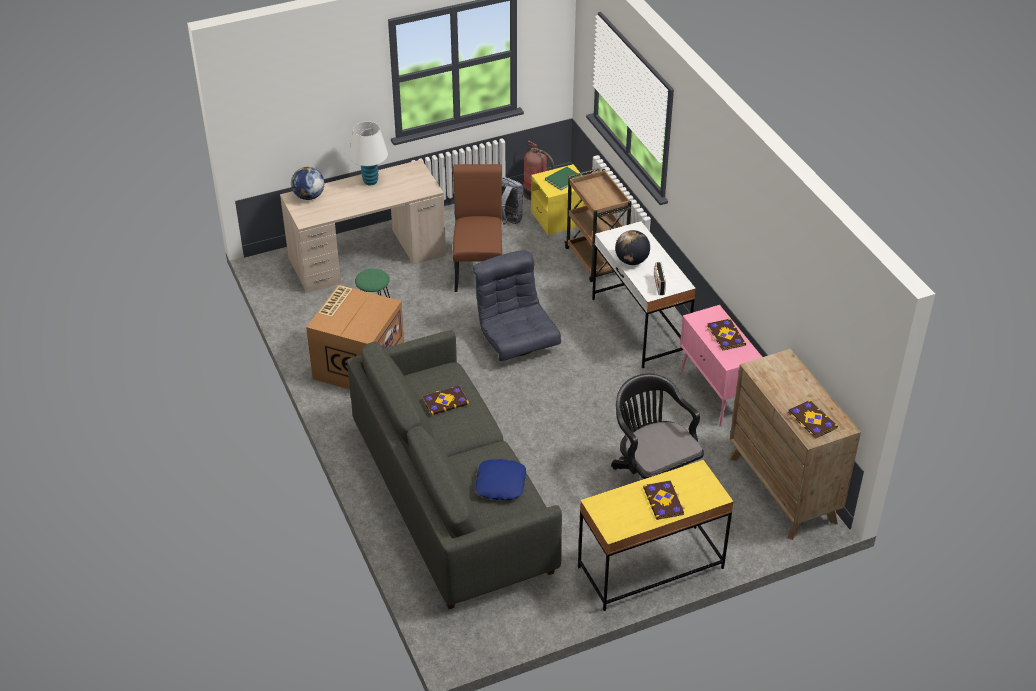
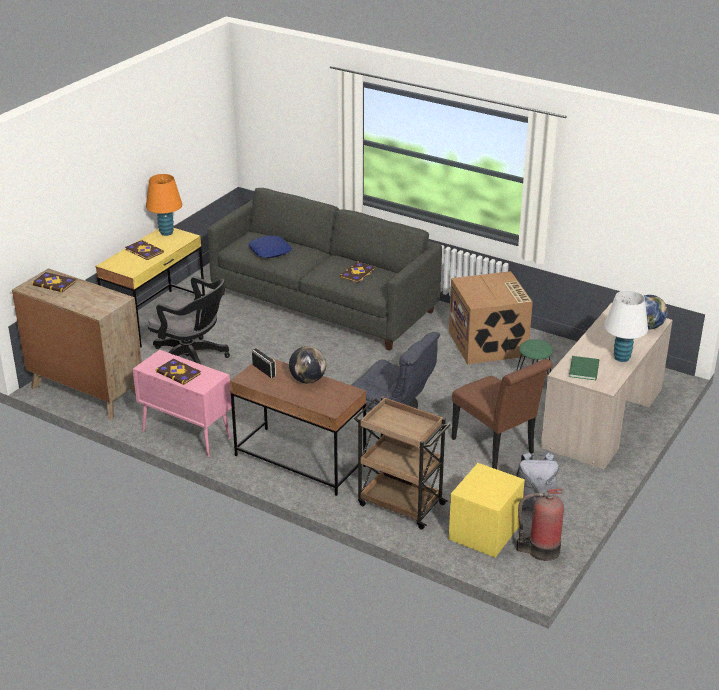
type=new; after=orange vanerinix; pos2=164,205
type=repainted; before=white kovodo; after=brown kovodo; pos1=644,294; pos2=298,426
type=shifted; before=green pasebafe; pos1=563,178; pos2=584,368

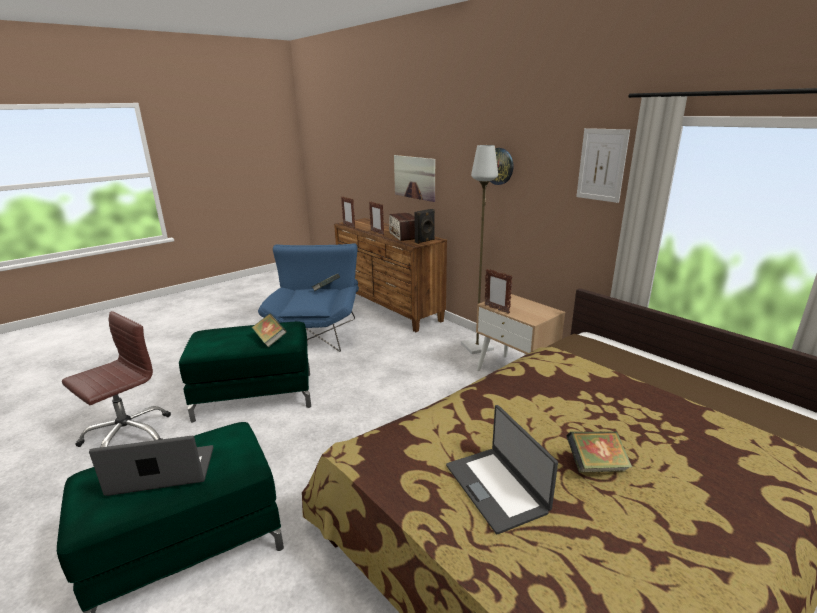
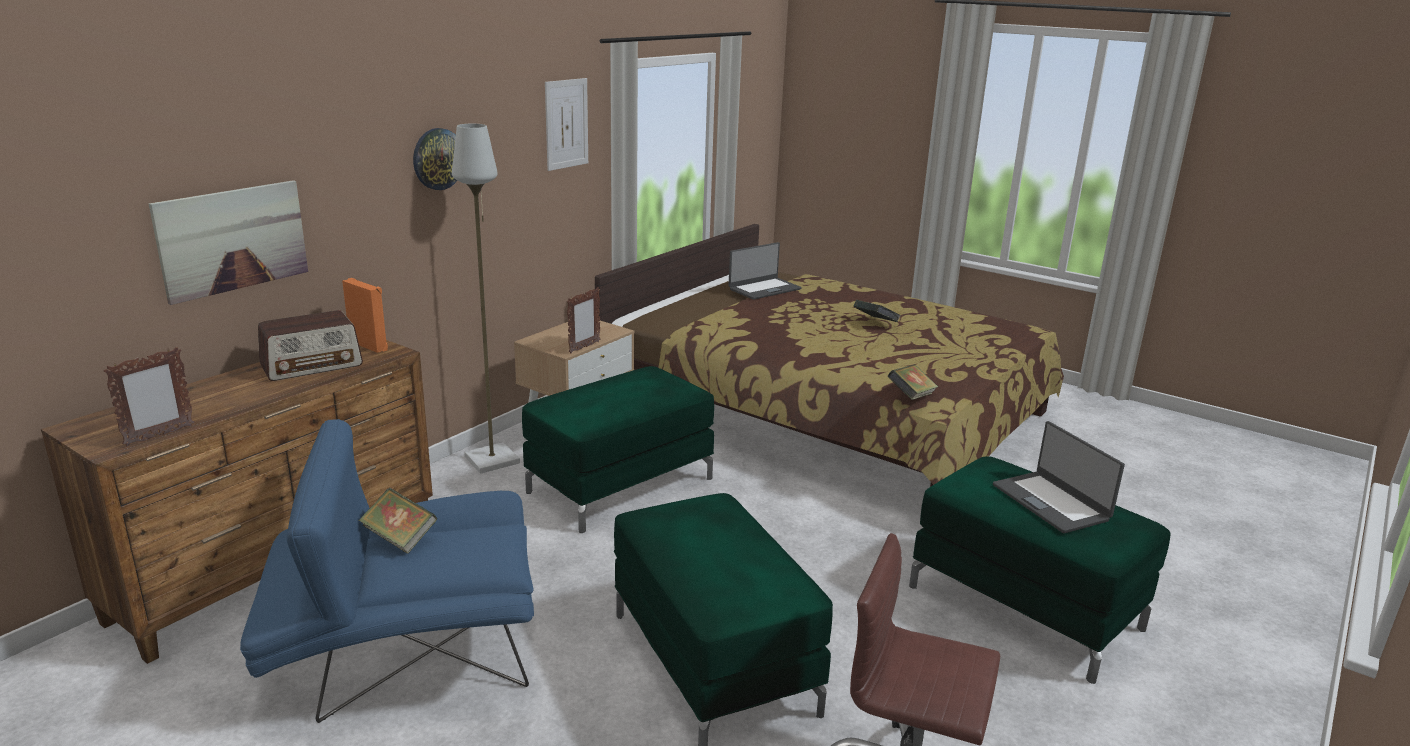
type=repainted; before=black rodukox; after=orange rodukox; pos1=424,226; pos2=365,315
type=new; after=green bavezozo; pos2=618,449
type=shifted; before=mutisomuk; pos1=502,469; pos2=765,271
type=shifted; before=pasebafe; pos1=269,330; pos2=913,382
type=gone; before=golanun; pos1=376,218

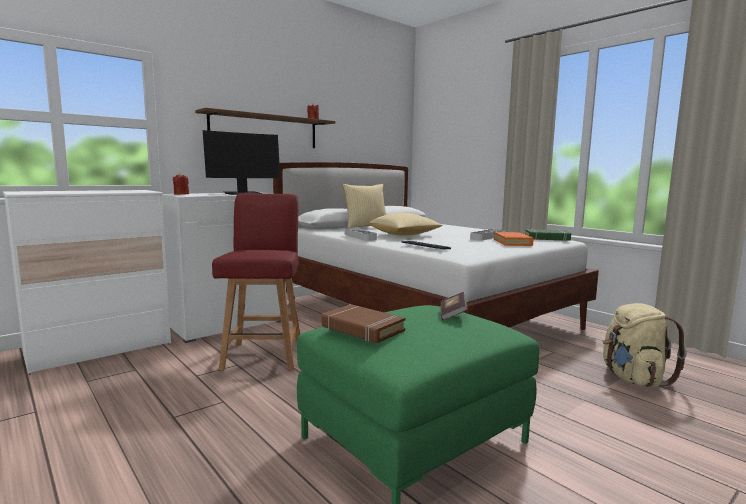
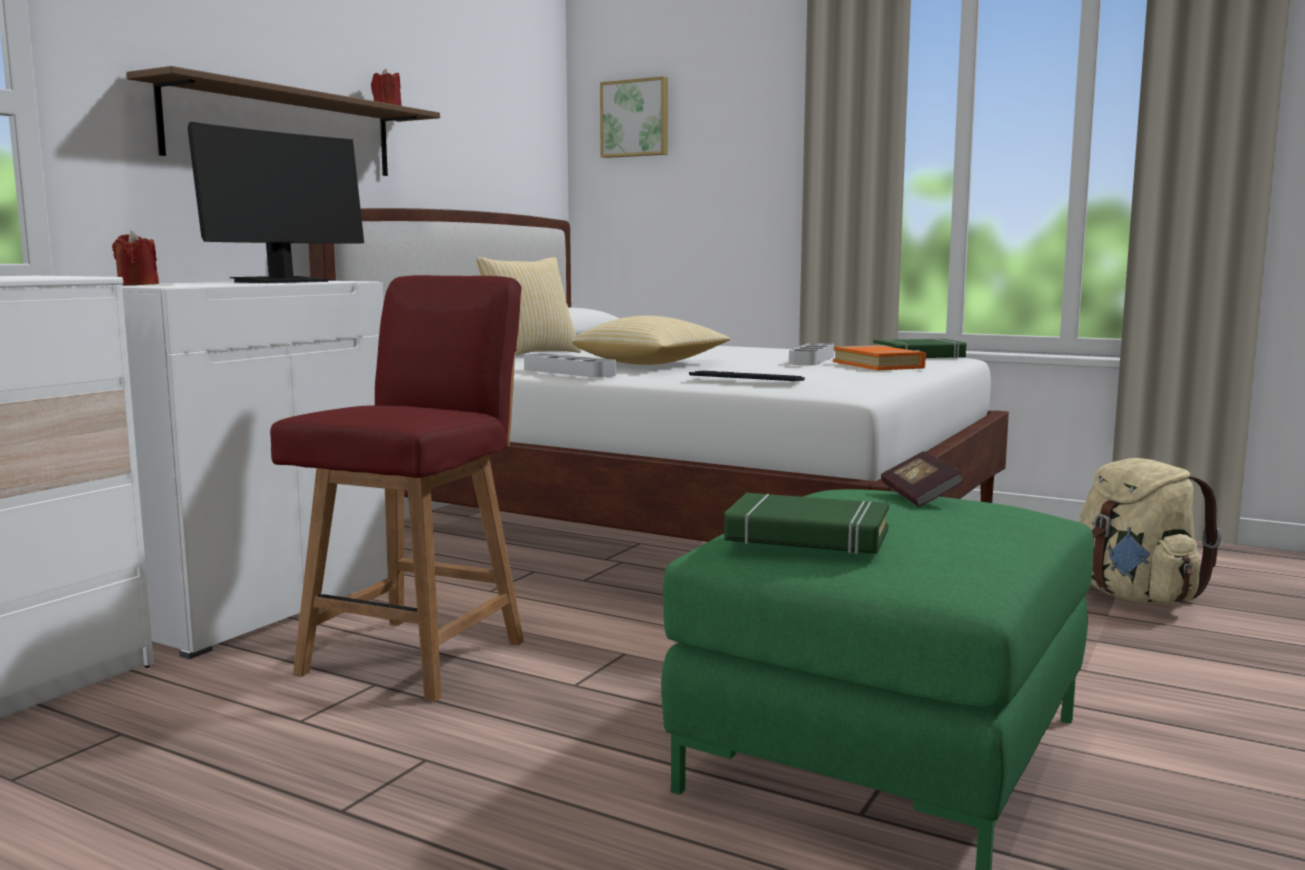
type=rotated; before=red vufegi; pos1=256,282; pos2=397,488; turn=45
type=new; after=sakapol; pos2=634,117
type=repainted; before=brown pasebafe; after=green pasebafe; pos1=363,323; pos2=806,523

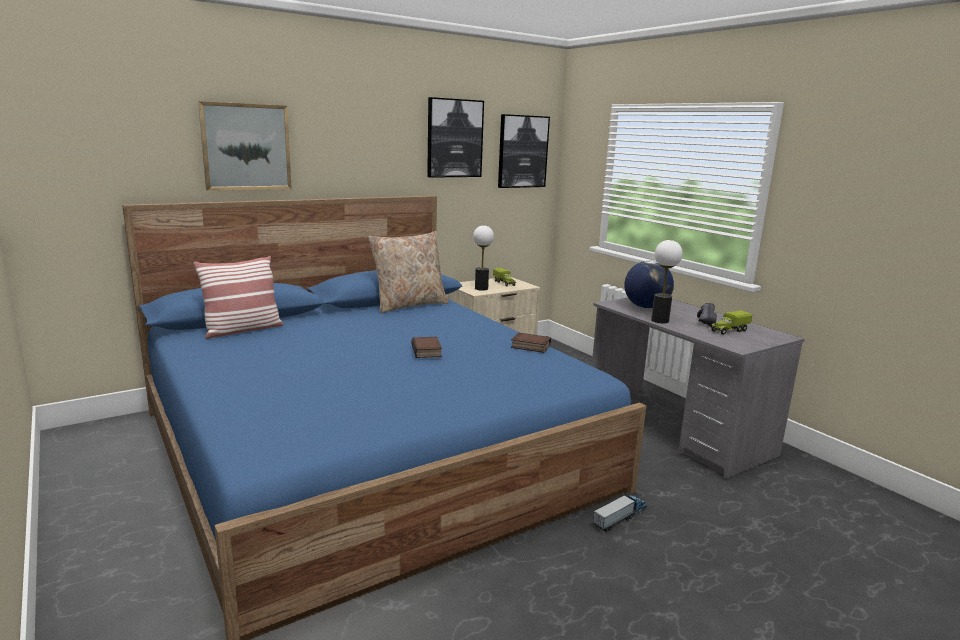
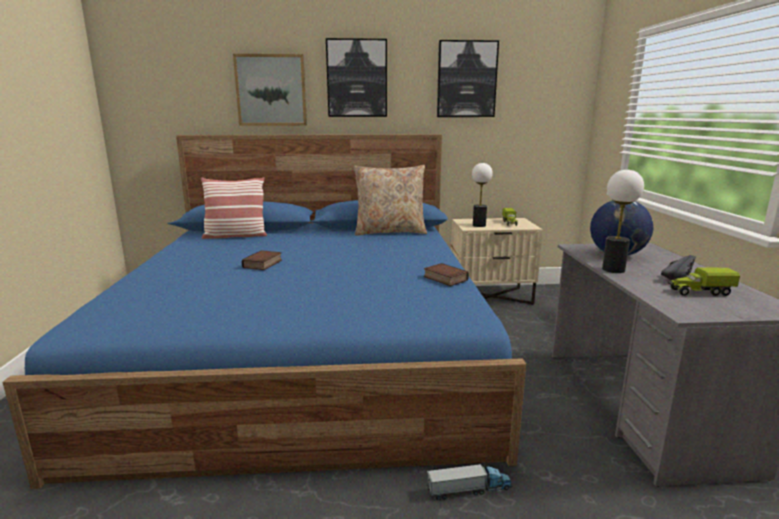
type=shifted; before=pasebafe; pos1=427,347; pos2=262,260
type=shifted; before=sakapol; pos1=524,151; pos2=356,77

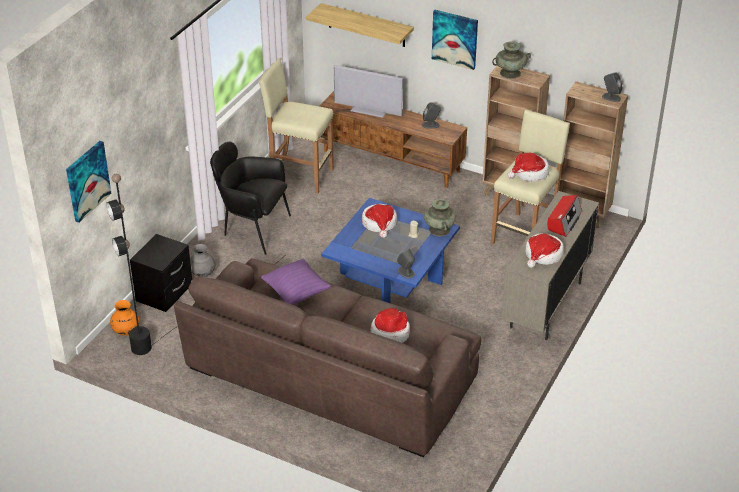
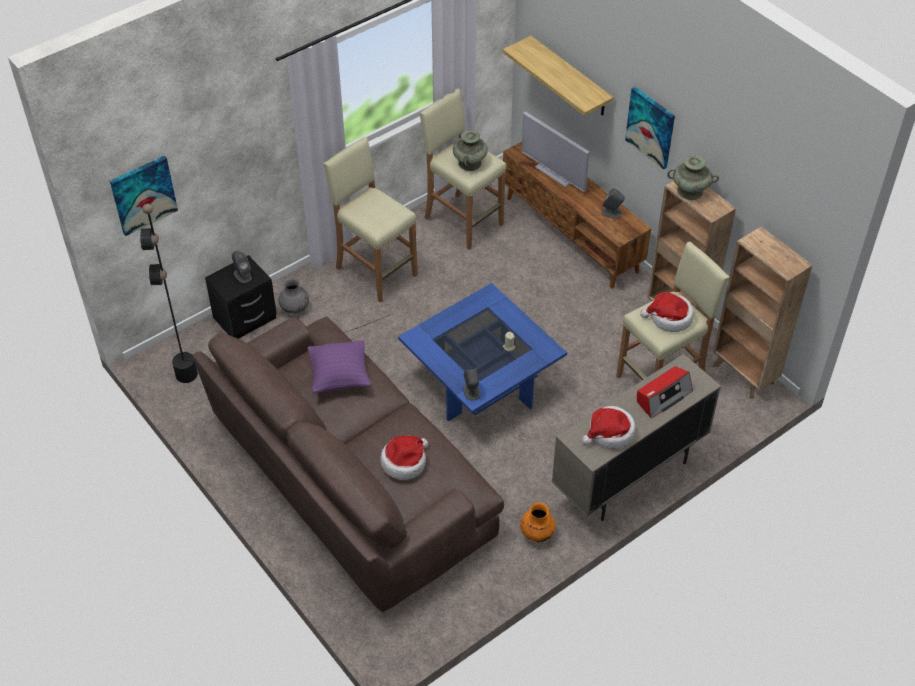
type=shifted; before=grey rodukox; pos1=612,87; pos2=242,267
type=swapped; before=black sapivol; after=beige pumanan; pos1=250,198; pos2=370,219
type=shifted; before=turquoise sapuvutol; pos1=440,217; pos2=470,150
type=shifted; before=orange sapuvutol; pos1=125,318; pos2=537,522
type=gone; before=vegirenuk; pos1=379,221

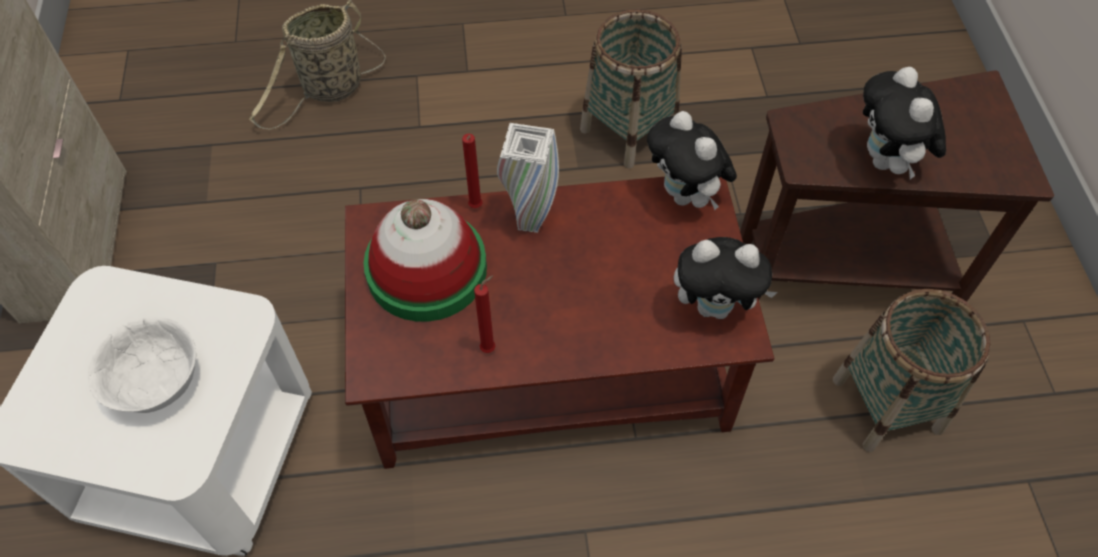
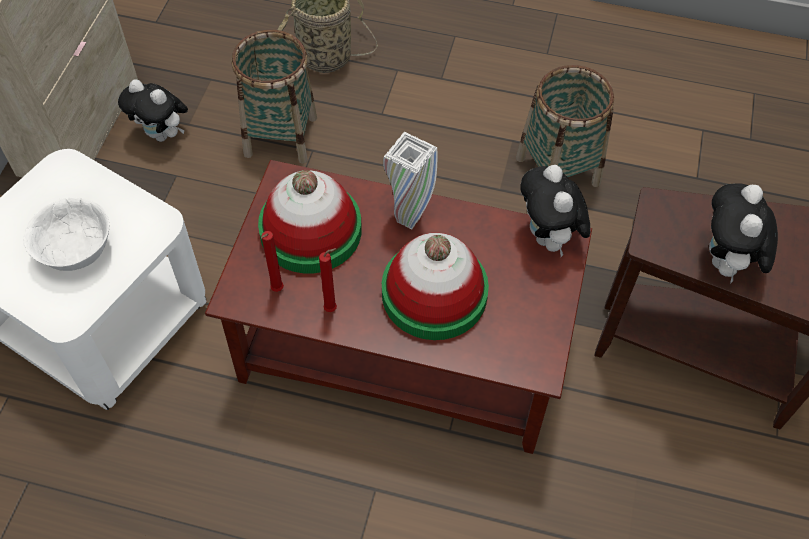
type=shifted; before=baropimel; pos1=726,278; pos2=153,110
type=shifted; before=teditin; pos1=911,370; pos2=274,97
type=shifted; before=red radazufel; pos1=472,171; pos2=272,261
type=new; after=vegirenuk; pos2=435,286

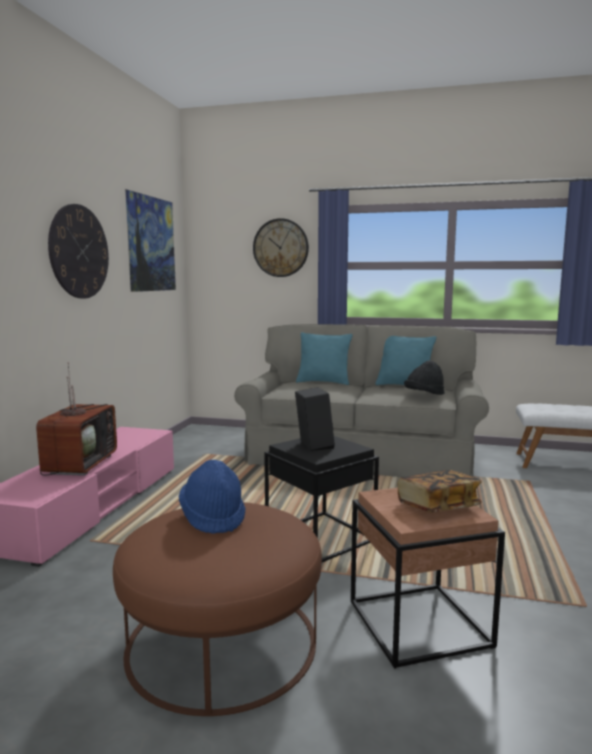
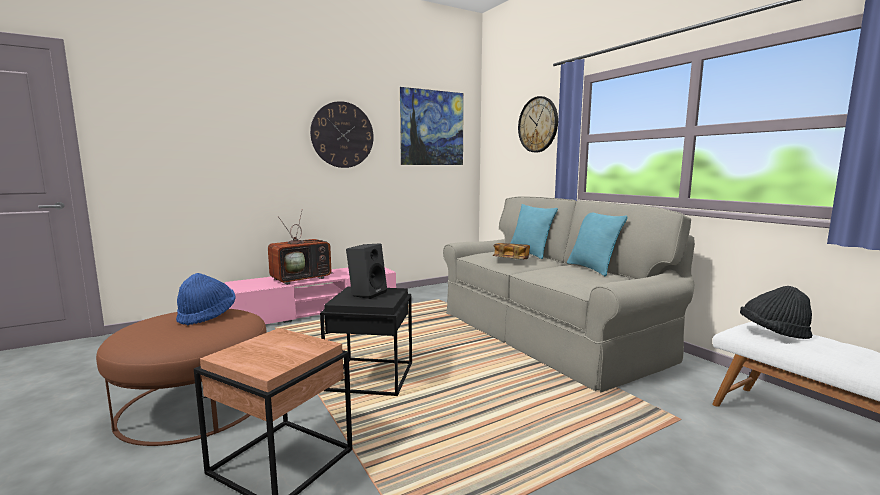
type=shifted; before=pasebafe; pos1=439,491; pos2=511,251
type=shifted; before=black vegirenuk; pos1=424,377; pos2=776,312

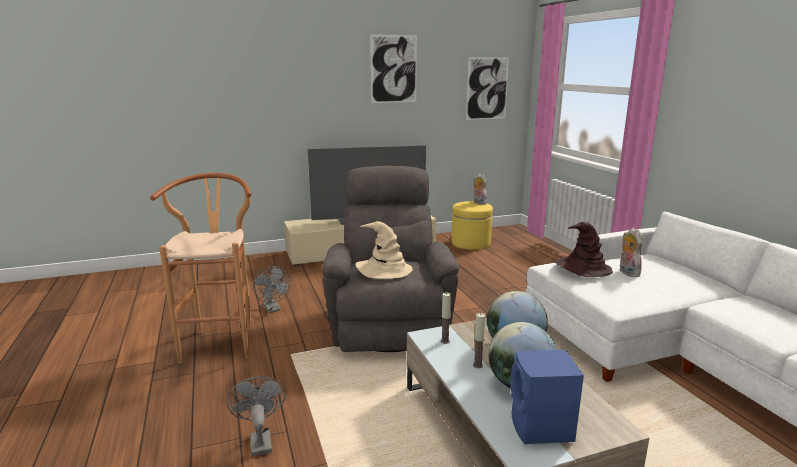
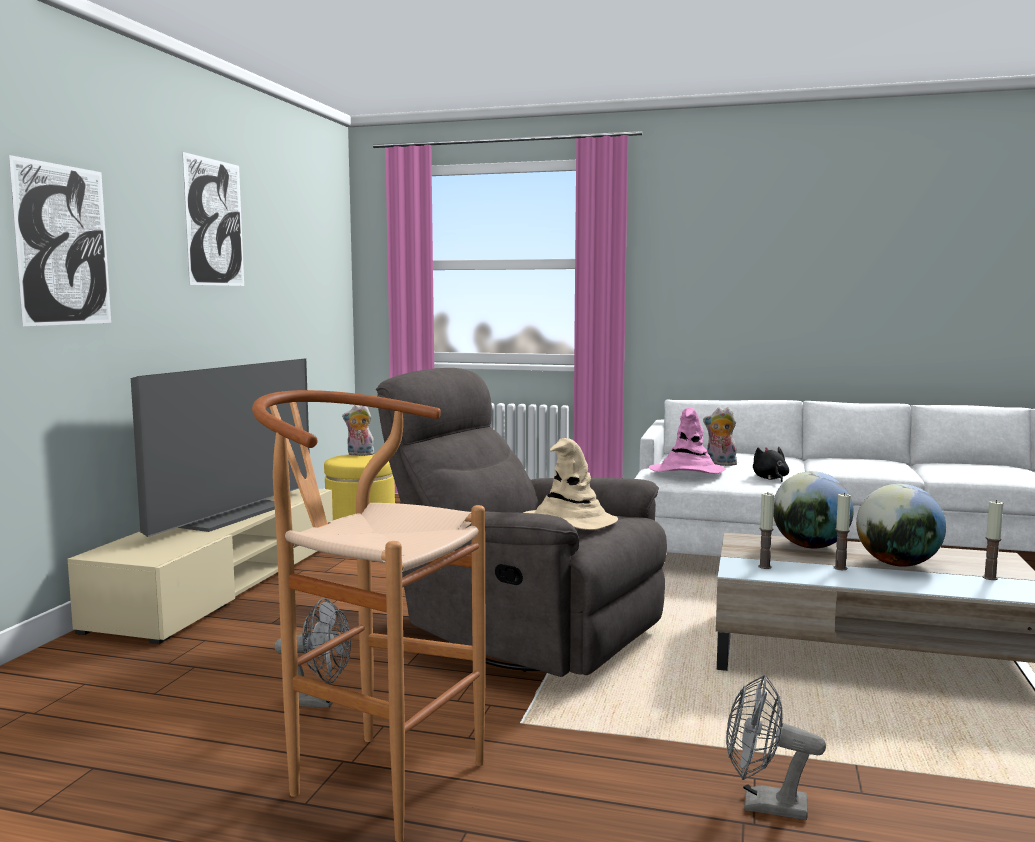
type=shifted; before=sakapol; pos1=487,88; pos2=60,240
type=repainted; before=brown vegirenuk; after=pink vegirenuk; pos1=584,249; pos2=687,440
type=new; after=black baropimel; pos2=771,464
type=swapped; before=blue rodukox; after=radazufel; pos1=547,397; pos2=993,540

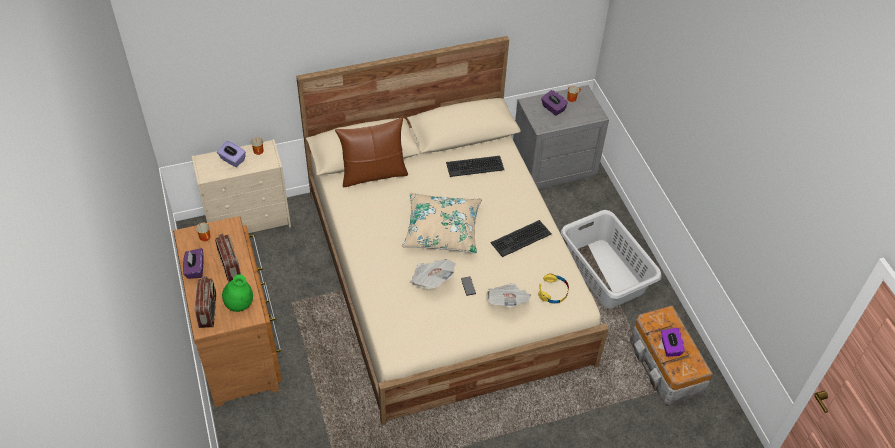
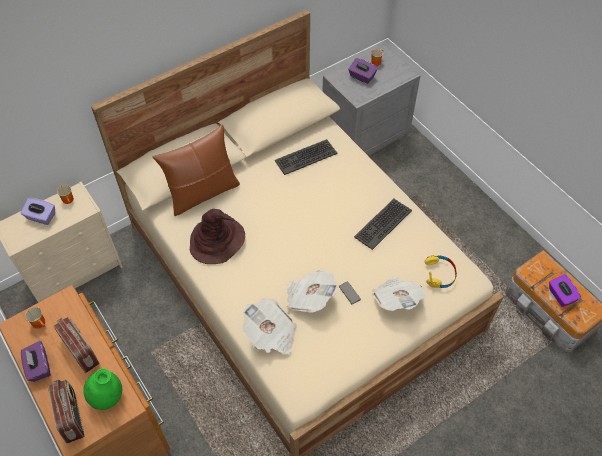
type=new; after=brown vegirenuk; pos2=217,236
type=new; after=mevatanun; pos2=270,326
type=gone; before=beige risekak; pos1=442,223
type=gone; before=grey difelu; pos1=611,259

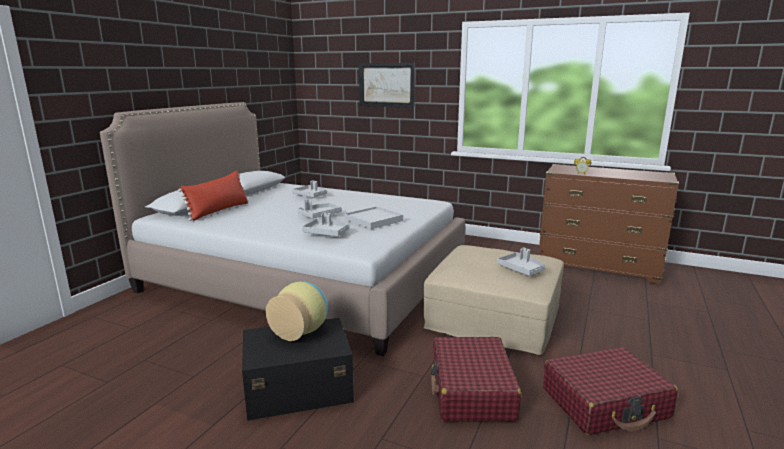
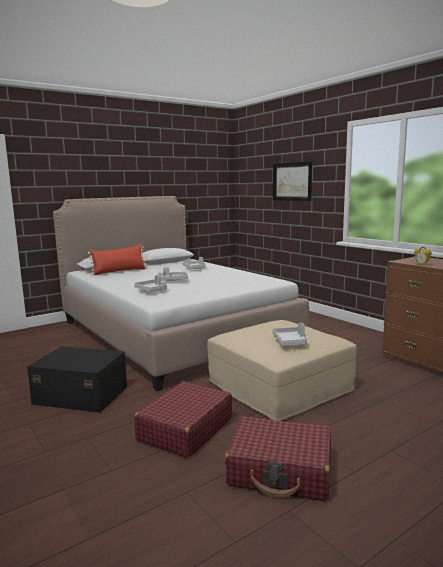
type=gone; before=sapuvutol; pos1=297,311
type=gone; before=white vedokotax; pos1=373,217

